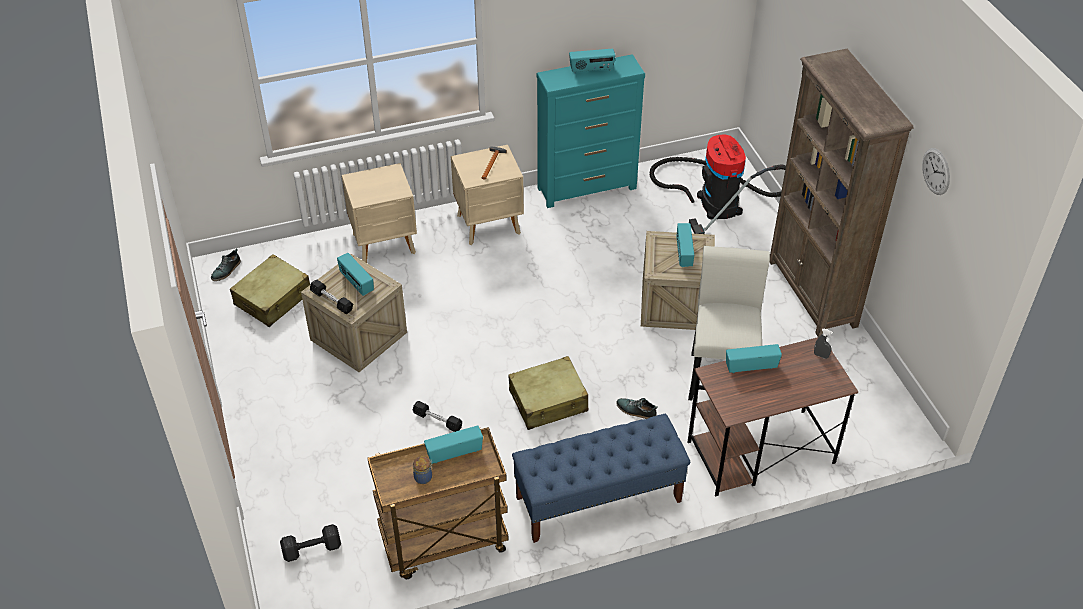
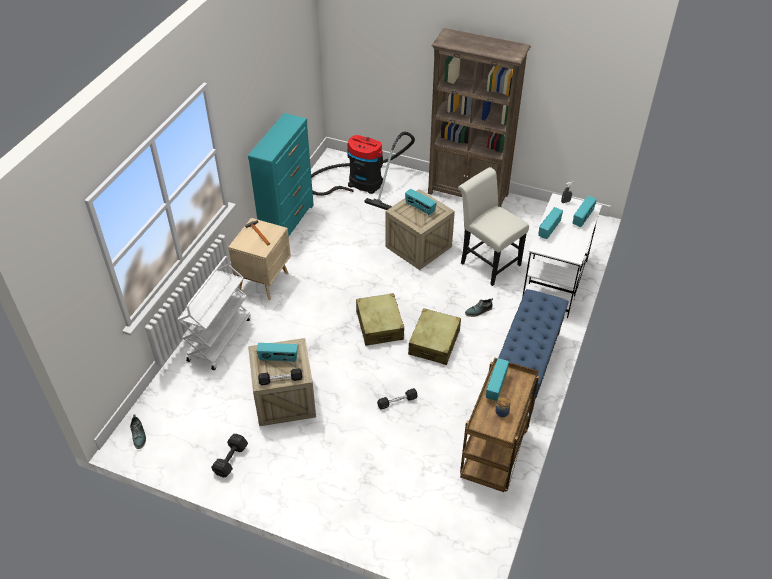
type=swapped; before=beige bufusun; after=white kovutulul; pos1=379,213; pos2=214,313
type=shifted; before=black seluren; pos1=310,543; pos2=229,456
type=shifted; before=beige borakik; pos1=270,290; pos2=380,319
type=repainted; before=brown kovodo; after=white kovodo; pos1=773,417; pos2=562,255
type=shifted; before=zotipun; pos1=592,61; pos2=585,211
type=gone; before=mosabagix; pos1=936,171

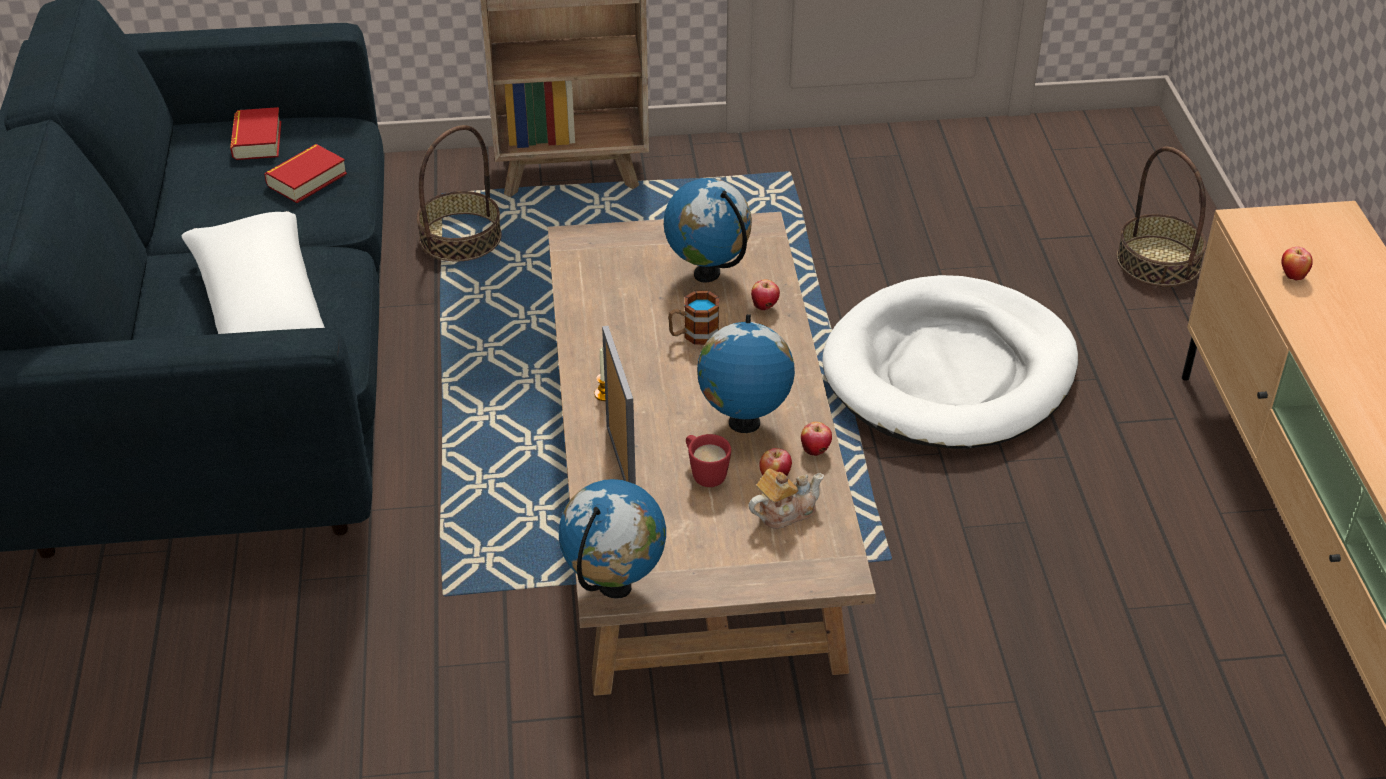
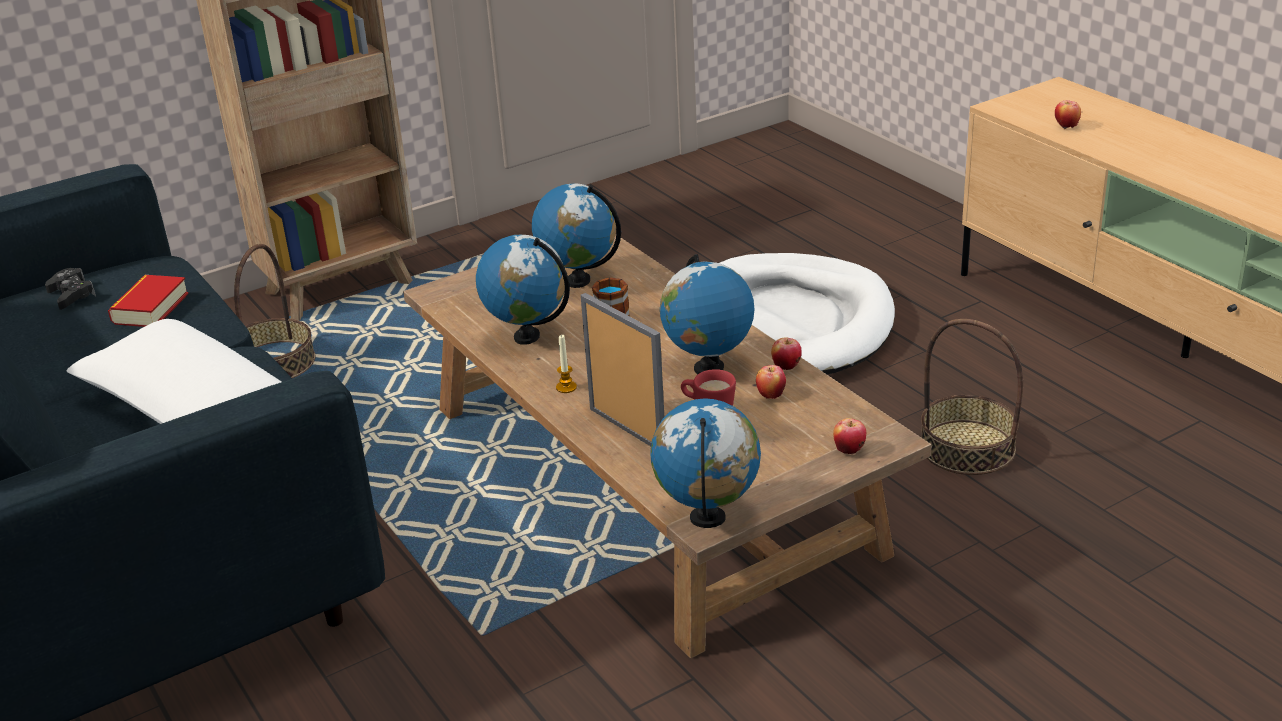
type=swapped; before=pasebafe; after=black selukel; pos1=255,133; pos2=70,289
type=new; after=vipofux; pos2=523,290
type=shifted; before=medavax; pos1=765,295; pos2=849,436
type=shifted; before=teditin; pos1=1161,216; pos2=972,397
type=gone; before=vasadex; pos1=786,499

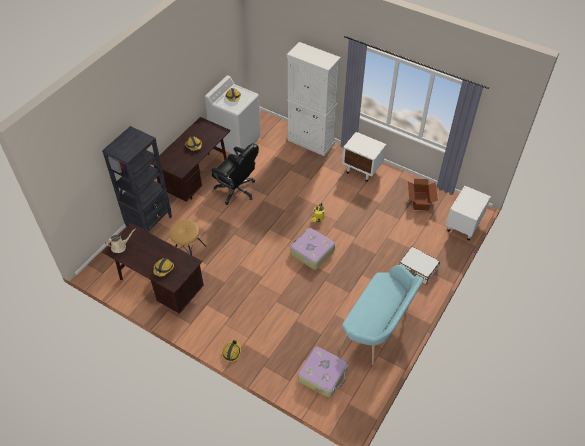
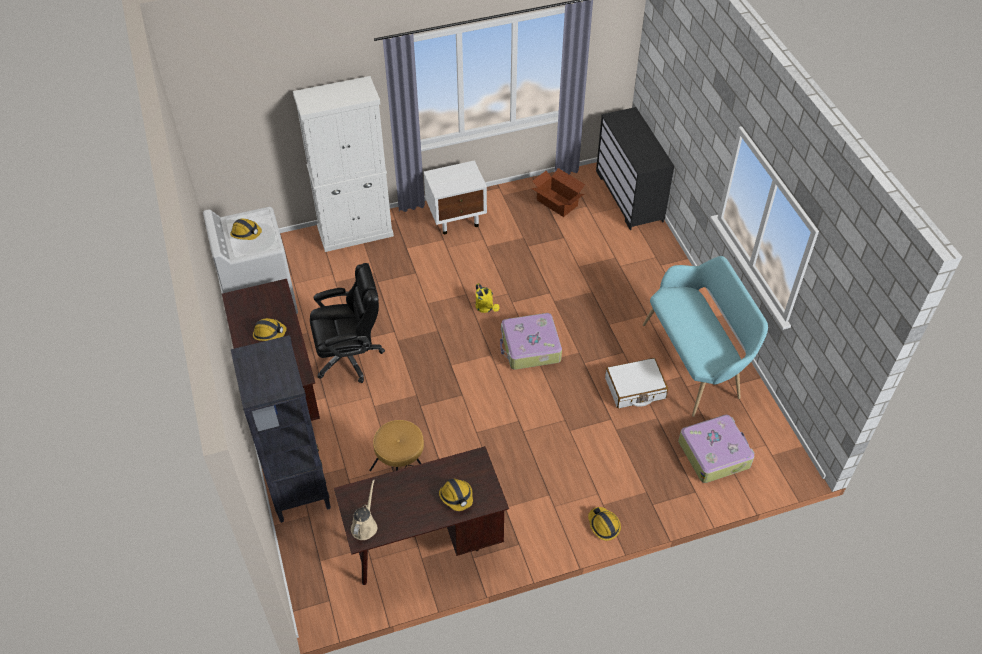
type=swapped; before=white bufusun; after=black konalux; pos1=468,213; pos2=635,168
type=shifted; before=white borakik; pos1=419,265; pos2=636,383

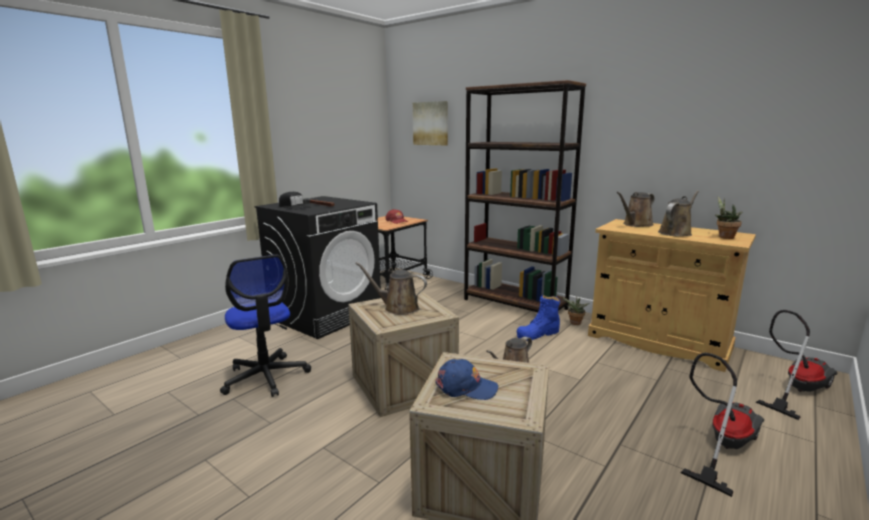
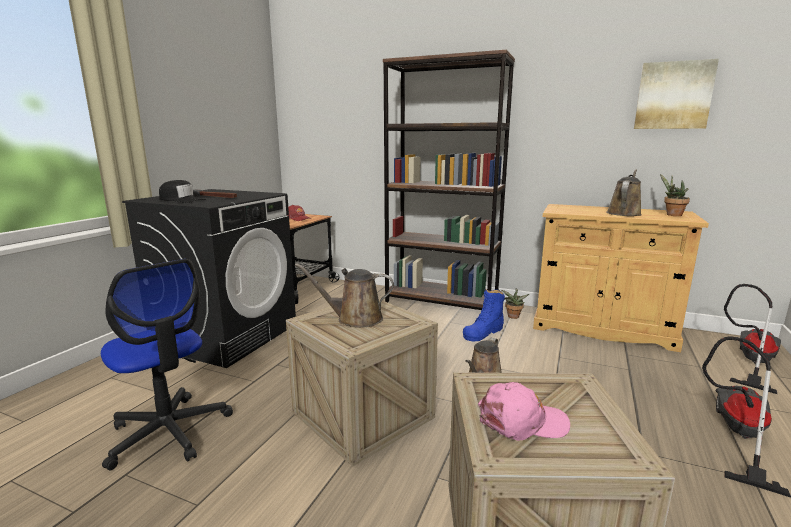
type=repainted; before=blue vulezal; after=pink vulezal; pos1=467,379; pos2=524,411
type=shifted; before=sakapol; pos1=430,123; pos2=676,94
type=gone; before=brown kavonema; pos1=635,209

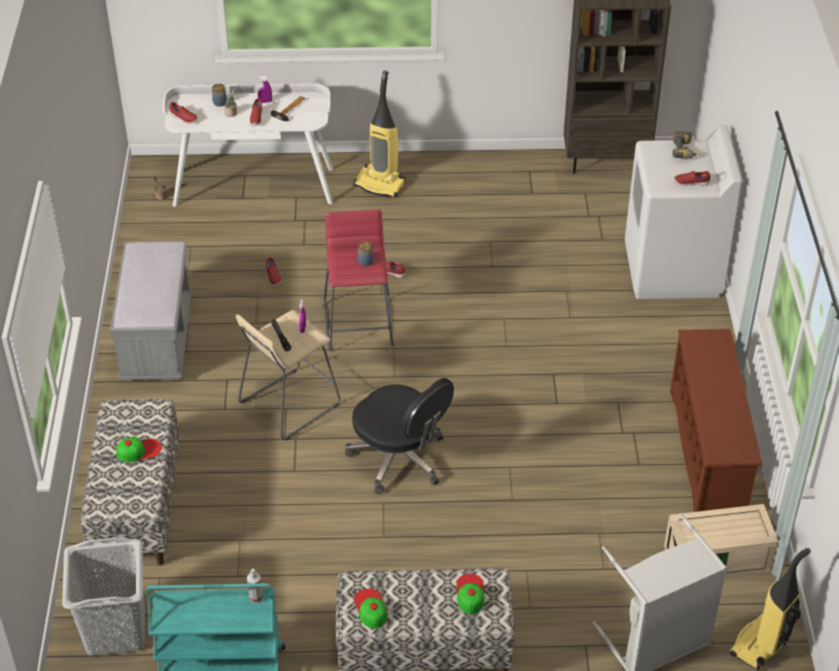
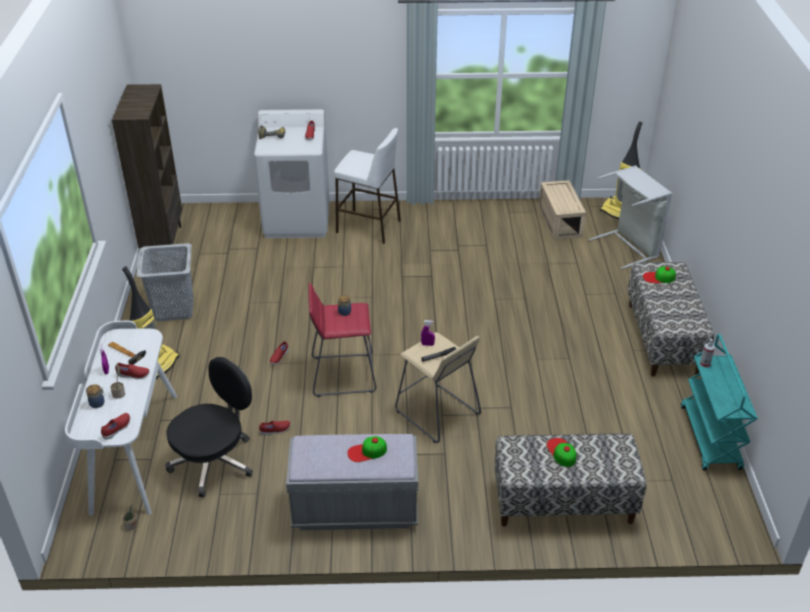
type=shifted; before=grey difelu; pos1=103,596; pos2=165,282
type=shifted; before=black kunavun; pos1=399,436; pos2=209,427
type=new; after=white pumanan; pos2=367,186
type=shifted; before=vulezal; pos1=370,608; pos2=367,449
type=gone; before=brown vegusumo; pos1=716,420

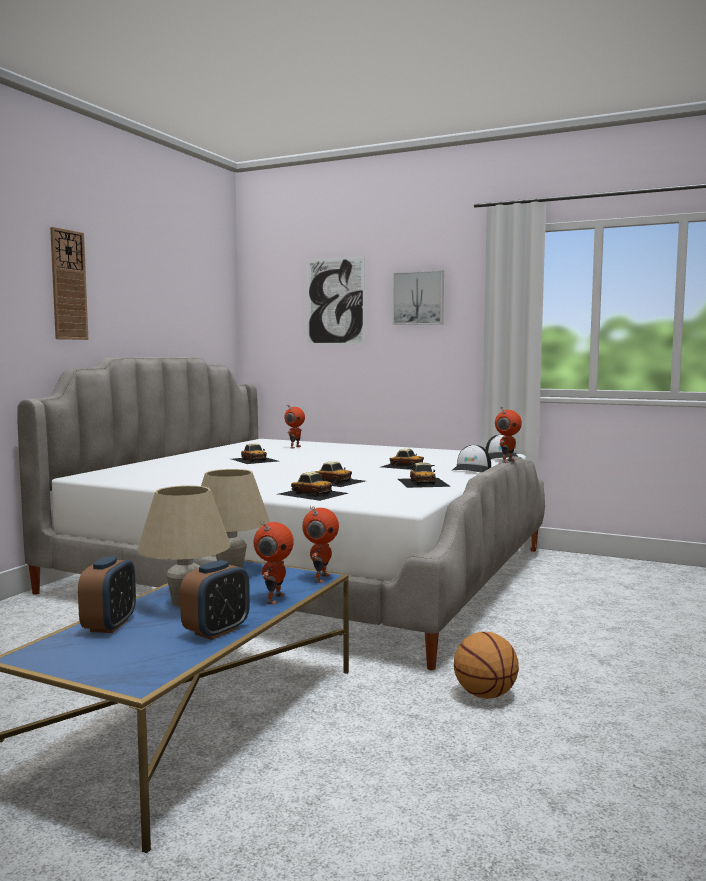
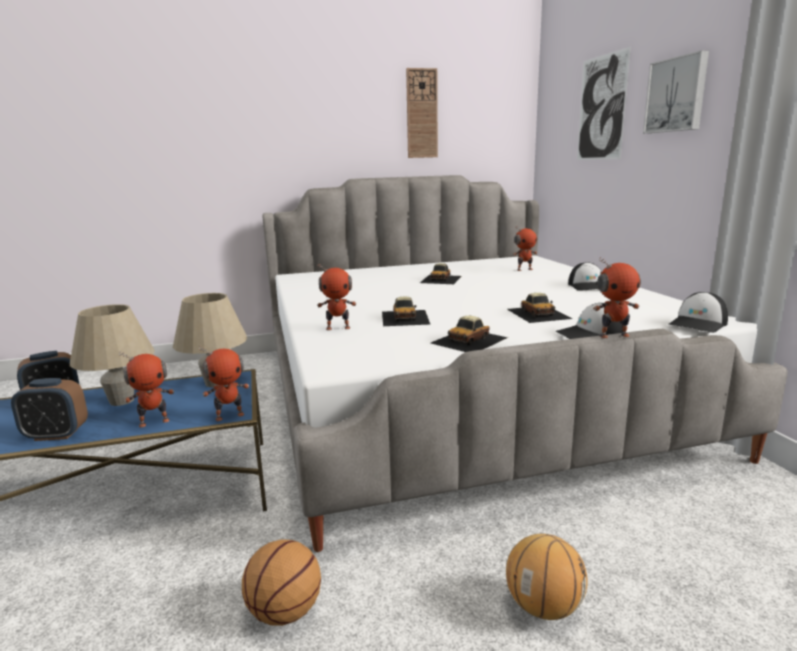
type=swapped; before=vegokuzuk; after=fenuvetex; pos1=313,486; pos2=336,296
type=shifted; before=mosabagix; pos1=69,283; pos2=422,113
type=new; after=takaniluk; pos2=547,577
type=new; after=vulezal; pos2=585,276

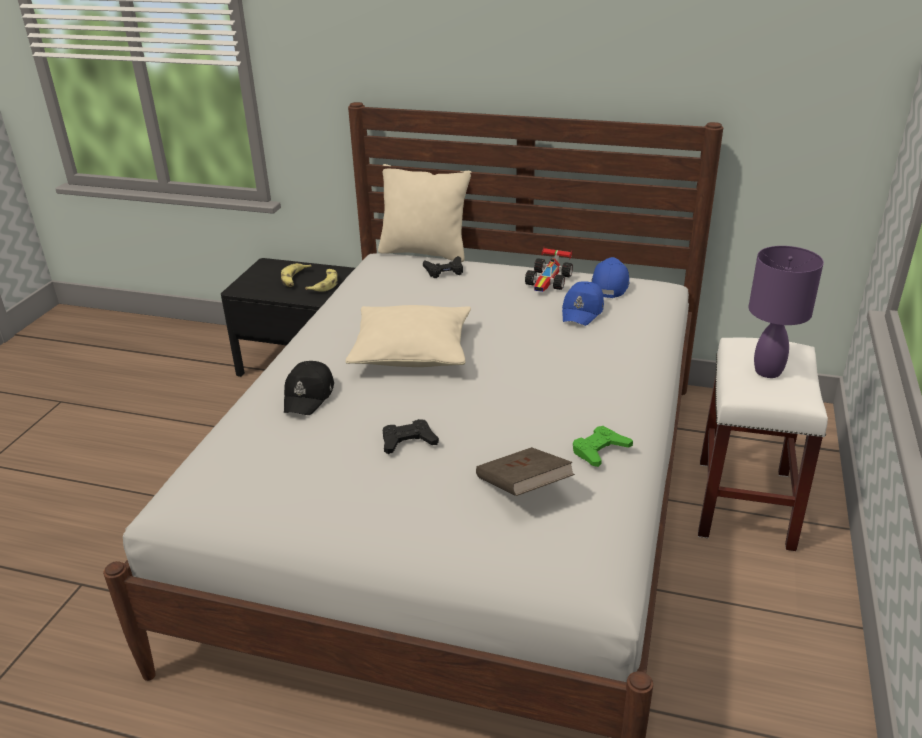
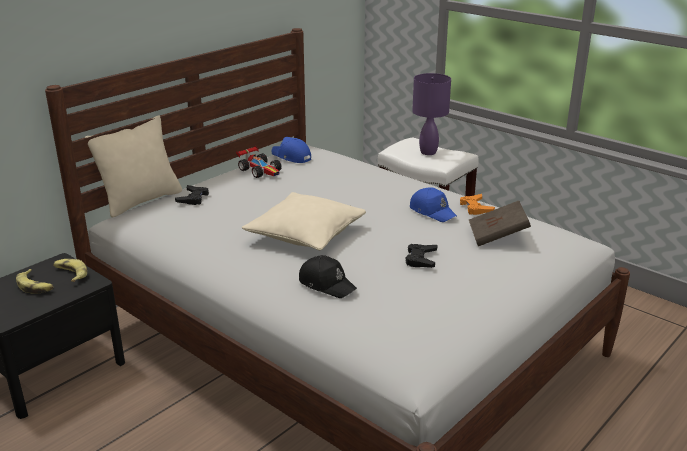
type=shifted; before=blue vulezal; pos1=583,303; pos2=433,204
type=repainted; before=green selukel; after=orange selukel; pos1=603,446; pos2=477,204

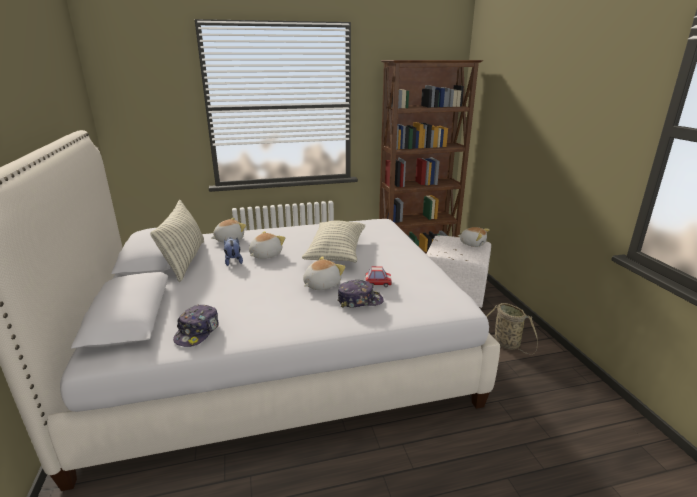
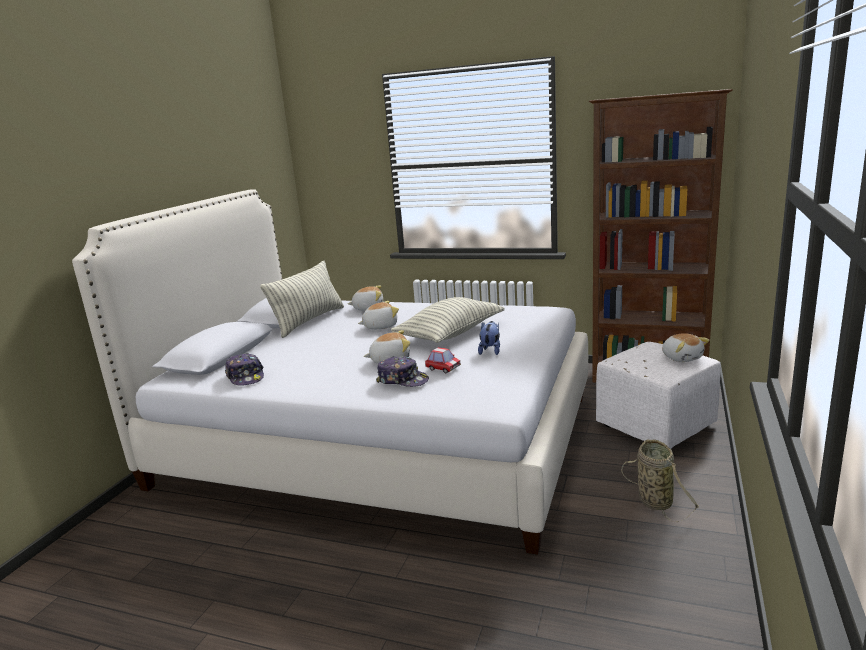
type=rotated; before=vulezal; pos1=196,325; pos2=244,369; turn=-75
type=shifted; before=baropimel; pos1=233,251; pos2=489,338

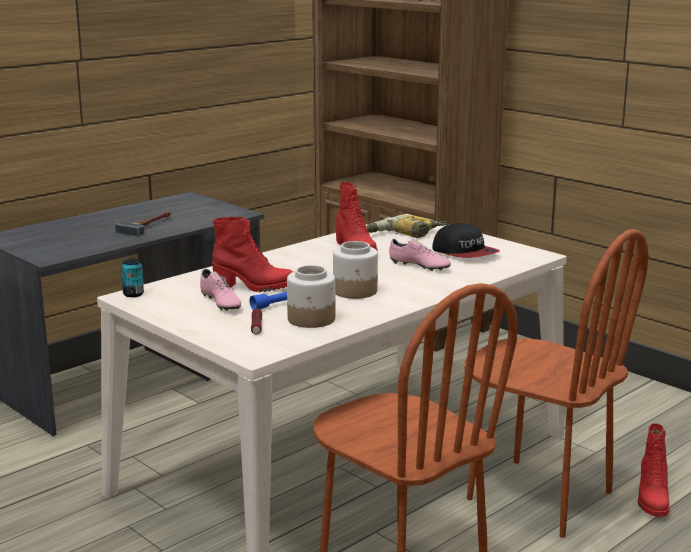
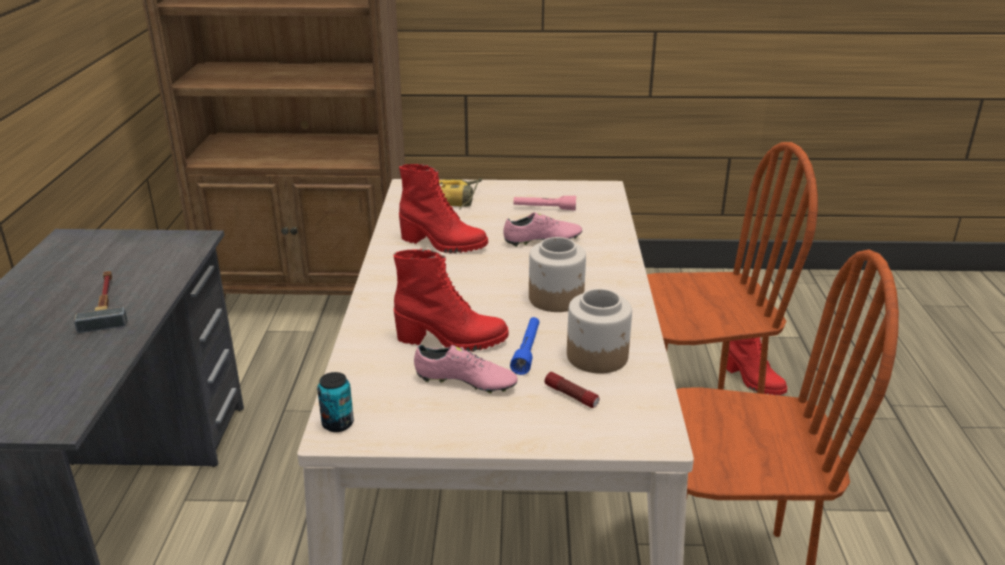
type=rotated; before=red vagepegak; pos1=252,254; pos2=451,300; turn=45
type=swapped; before=vulezal; after=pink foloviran; pos1=466,240; pos2=545,203

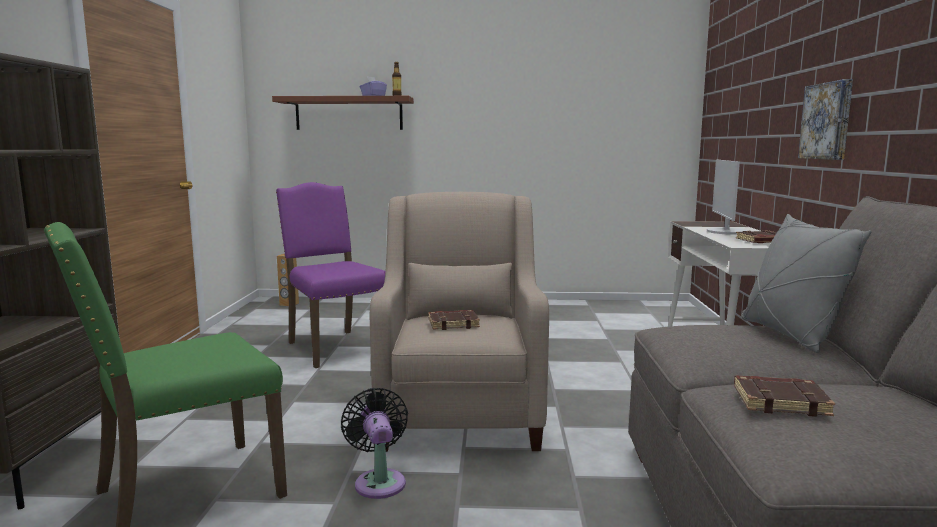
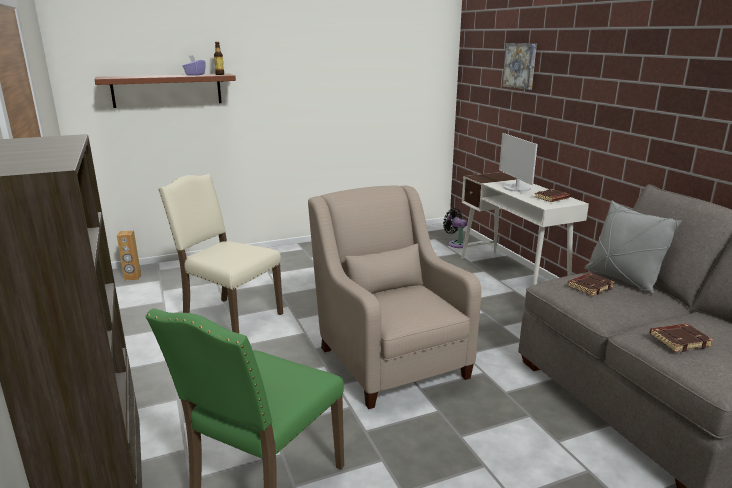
type=repainted; before=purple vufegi; after=beige vufegi; pos1=330,275; pos2=220,253
type=shifted; before=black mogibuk; pos1=374,443; pos2=455,228
type=shifted; before=sakapol; pos1=825,119; pos2=519,66
type=shifted; before=brown pasebafe; pos1=454,320; pos2=591,284

